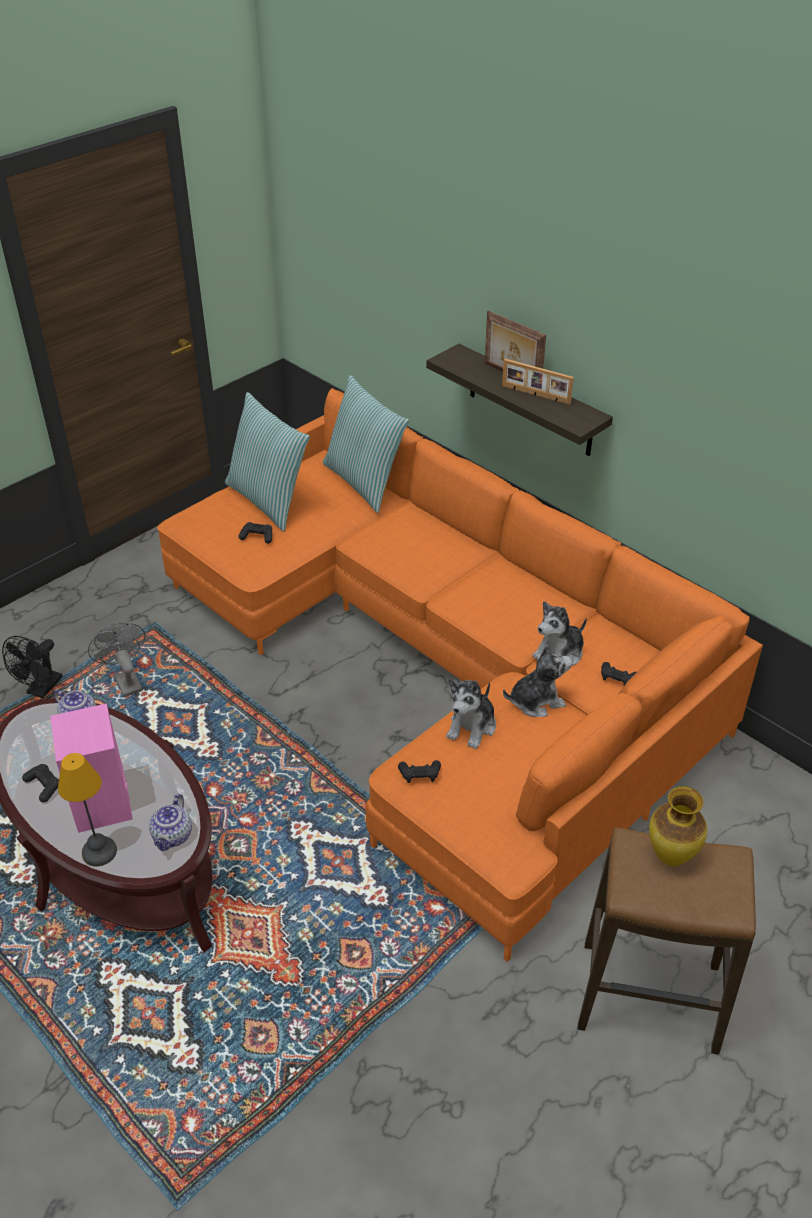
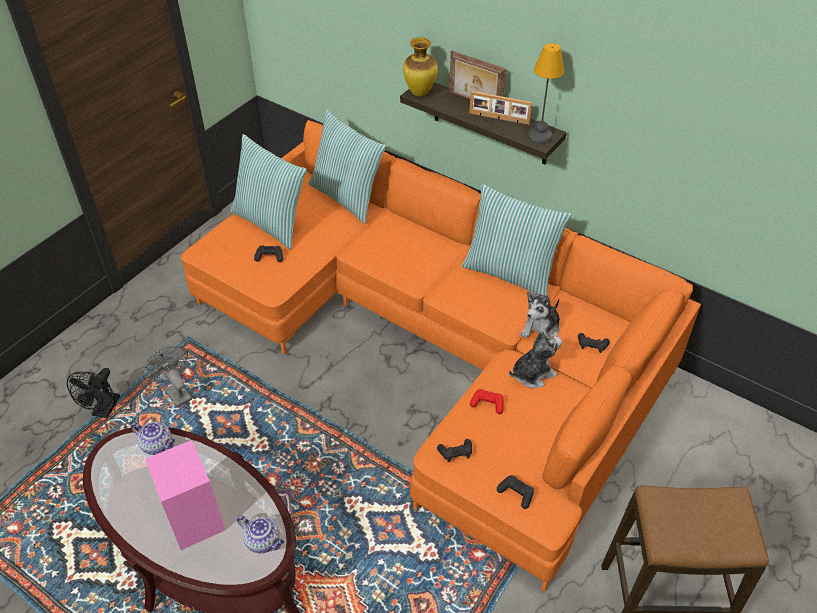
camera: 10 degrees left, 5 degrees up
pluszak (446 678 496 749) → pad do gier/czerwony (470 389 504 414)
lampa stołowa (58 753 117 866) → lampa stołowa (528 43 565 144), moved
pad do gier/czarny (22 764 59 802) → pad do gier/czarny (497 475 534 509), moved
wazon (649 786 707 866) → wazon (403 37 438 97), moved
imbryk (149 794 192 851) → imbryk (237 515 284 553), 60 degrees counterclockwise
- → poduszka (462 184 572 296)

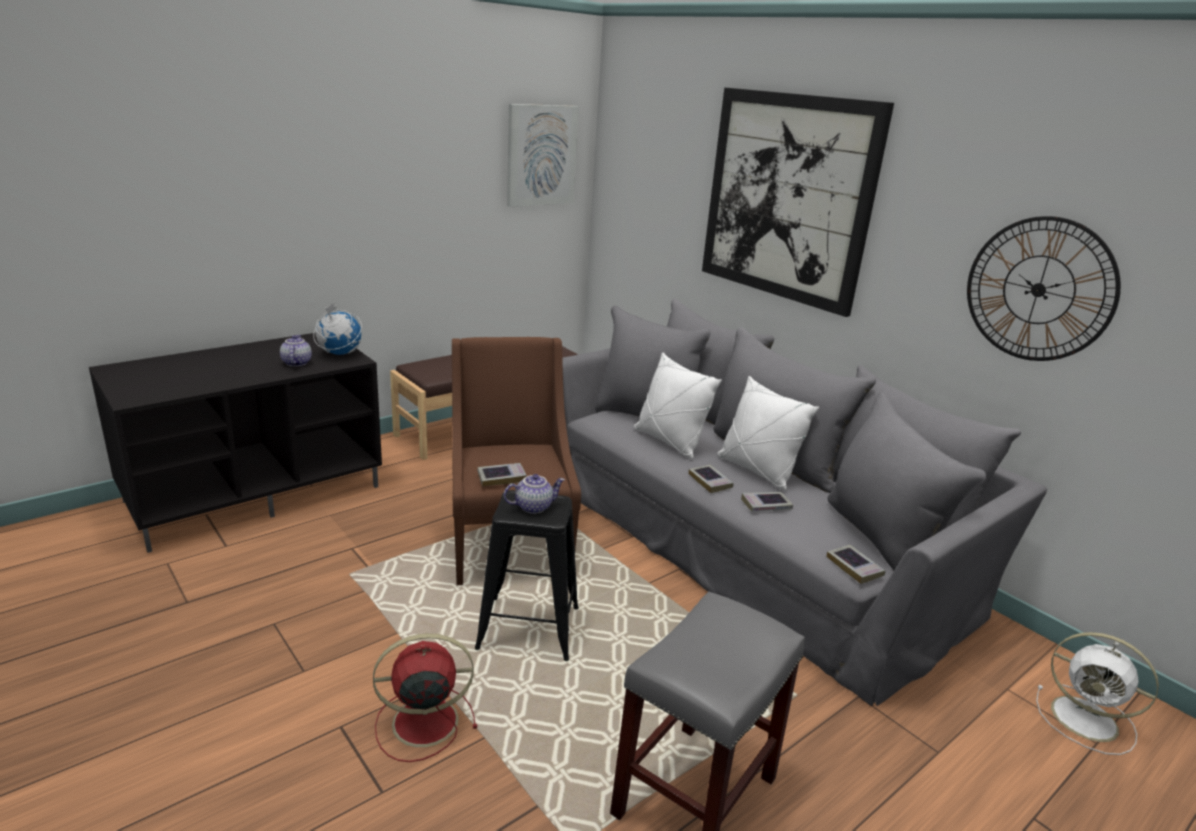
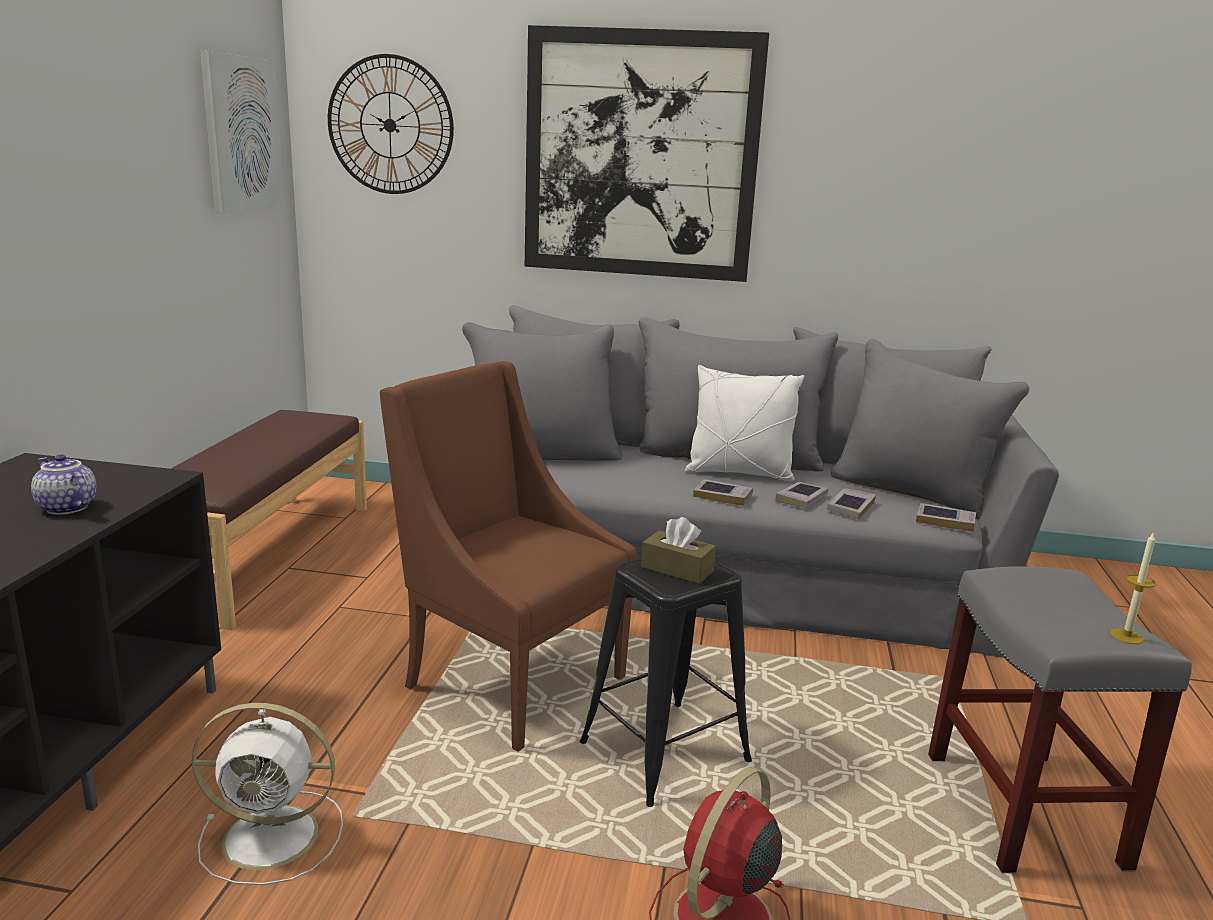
camera: 40 degrees left, 5 degrees down
zegar ścienny (967 216 1121 361) → zegar ścienny (328 54 454 194), moved
globus (313 302 362 355) → -
poduszka/biały (634 353 722 459) → -
książka (478 463 527 486) → książka (827 488 876 520), moved
imbryk (504 474 565 514) → pudełko chusteczek/brązowy (641 517 716 584)
wentylator/biały (1036 632 1159 755) → wentylator/biały (192 703 343 885), moved
- → świeca (1110 532 1156 644)

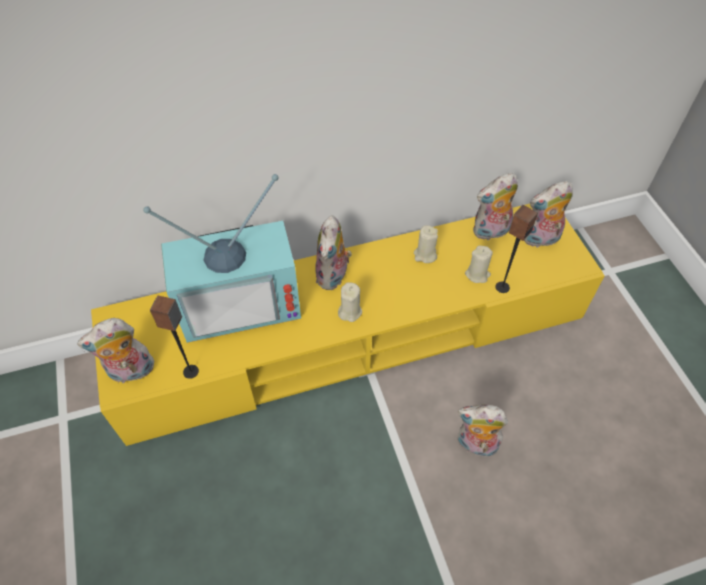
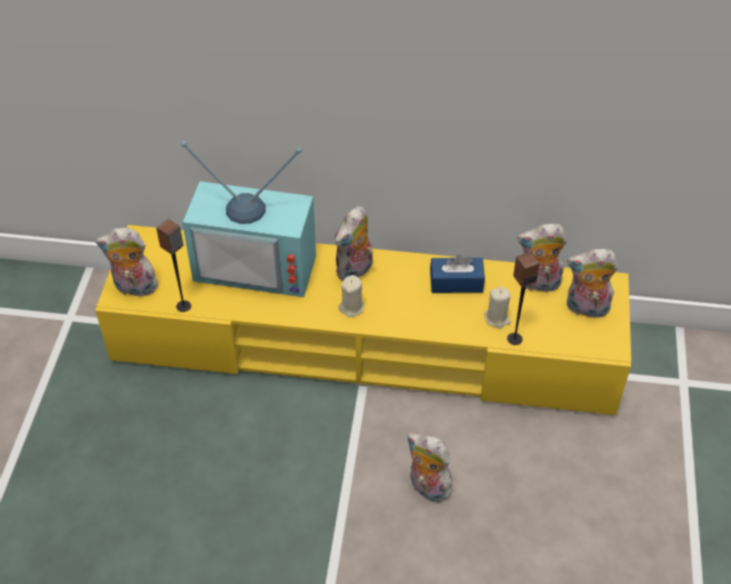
camera: 25 degrees right, 5 degrees down
świeca/beżowy (414 225 438 263) → pudełko chusteczek/niebieski (430 254 485 293)

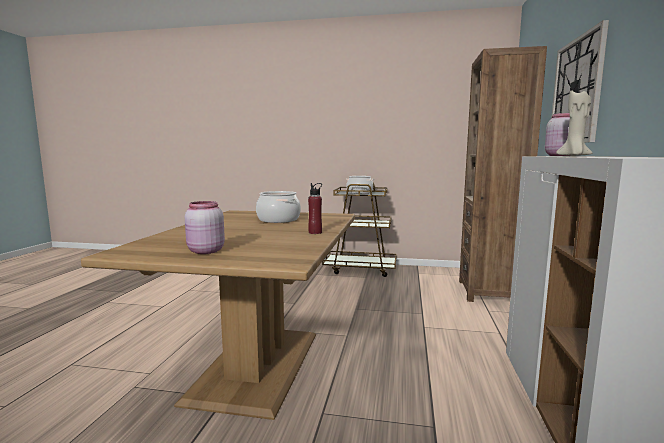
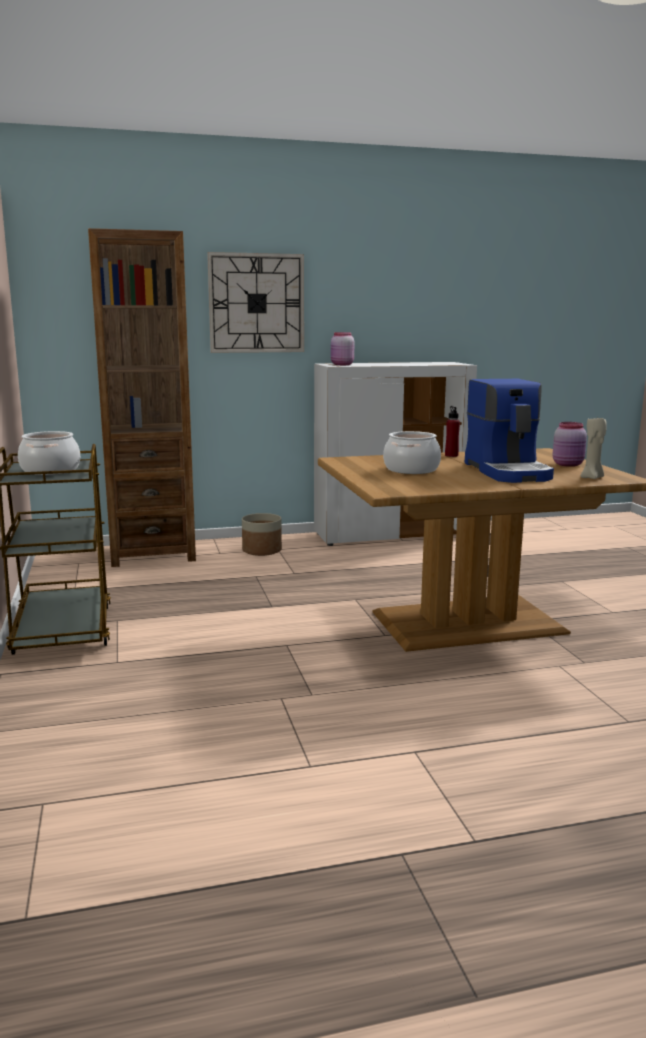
camera: 115 degrees left, 5 degrees up
świeca/beżowy (556 90 592 156) → świeca/beżowy (581 415 607 479), moved
- → ekspres do kawy (465 379 554 483)
- → donica (242 513 282 556)

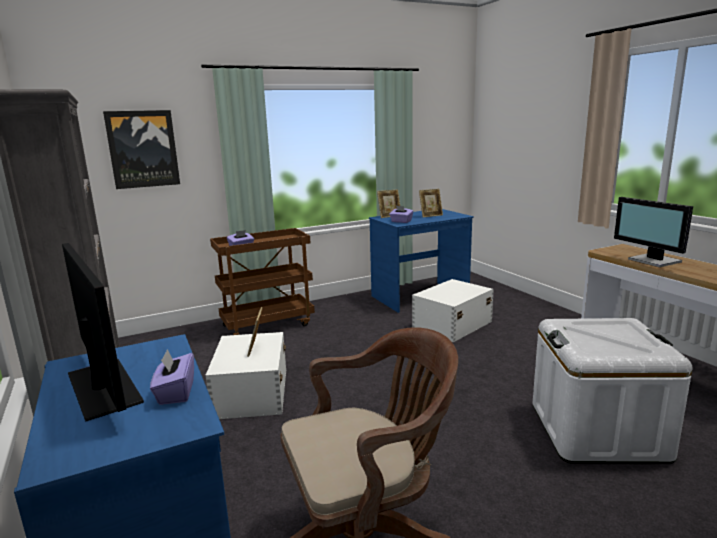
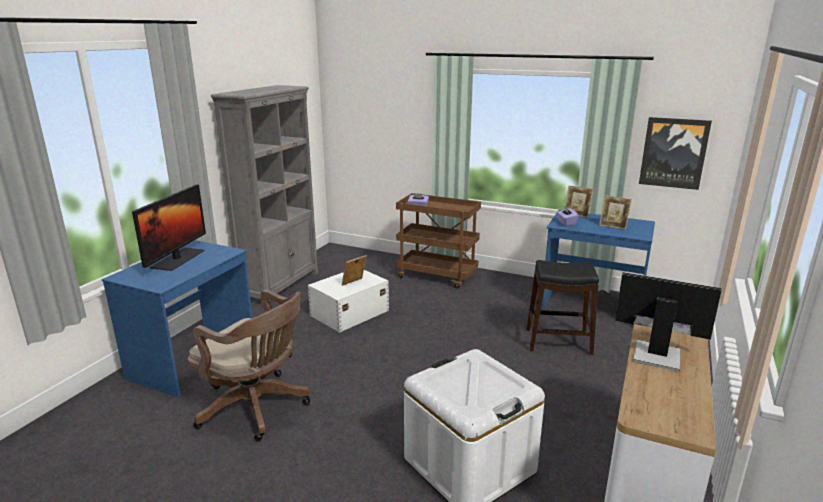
camera: 50 degrees right, 5 degrees up
obraz (103 110 180 189) → obraz (639 117 712 190), moved
monitor (614 197 693 267) → monitor (615 272 722 372), 90 degrees clockwise
pojemnik do przechowywania/biały (412 279 494 342) → stołek/czarny (526 260 599 355)
pudełko chusteczek/fioletowy (150 349 194 405) → -

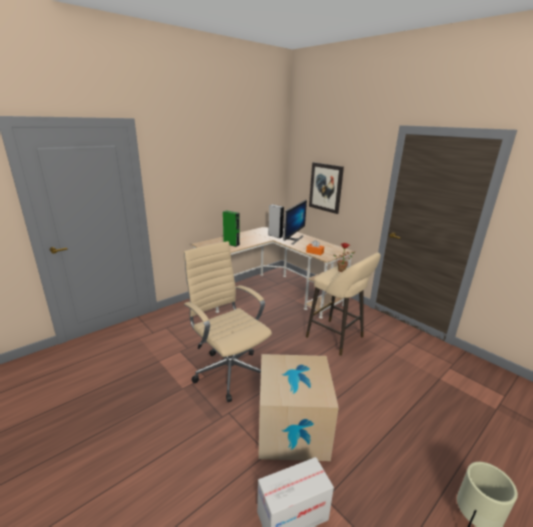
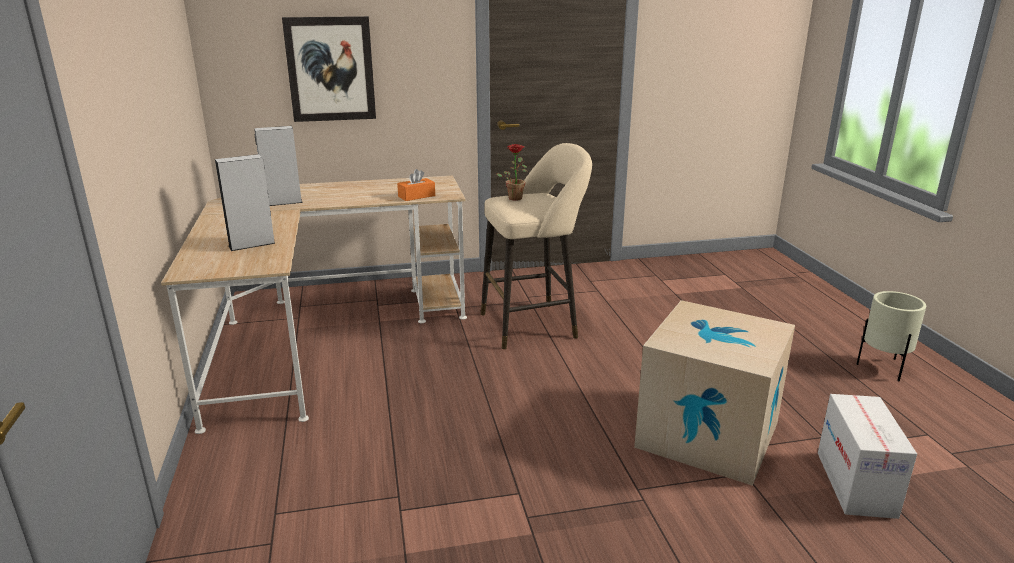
camera: 60 degrees left, 0 degrees up
monitor (283 200 307 245) → -
głośnik/zielony (223 210 240 247) → głośnik/szary (215 154 276 251)
krzesło biurowe/beżowy (183 241 272 402) → -

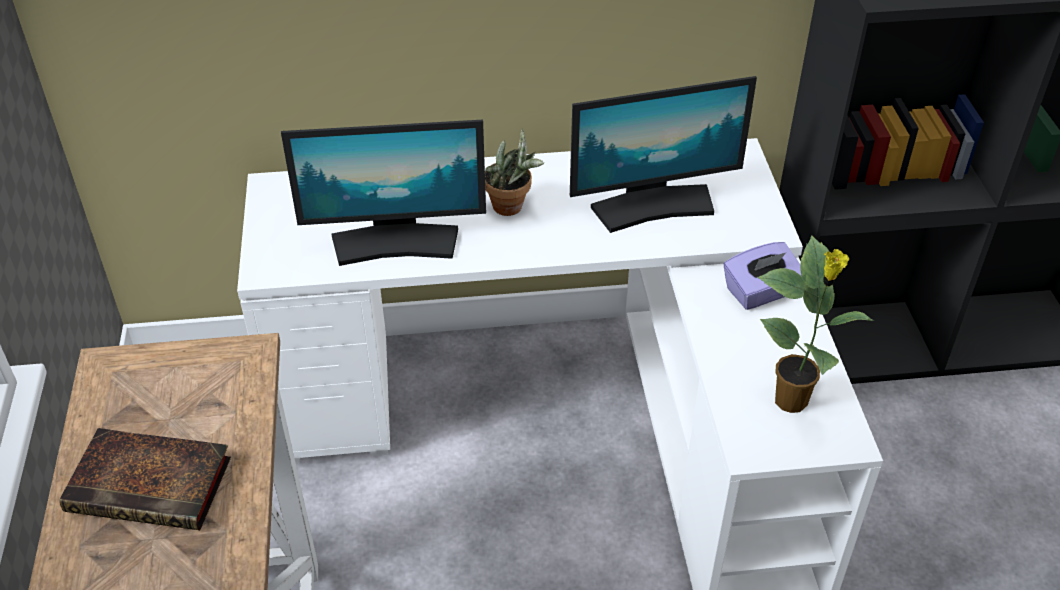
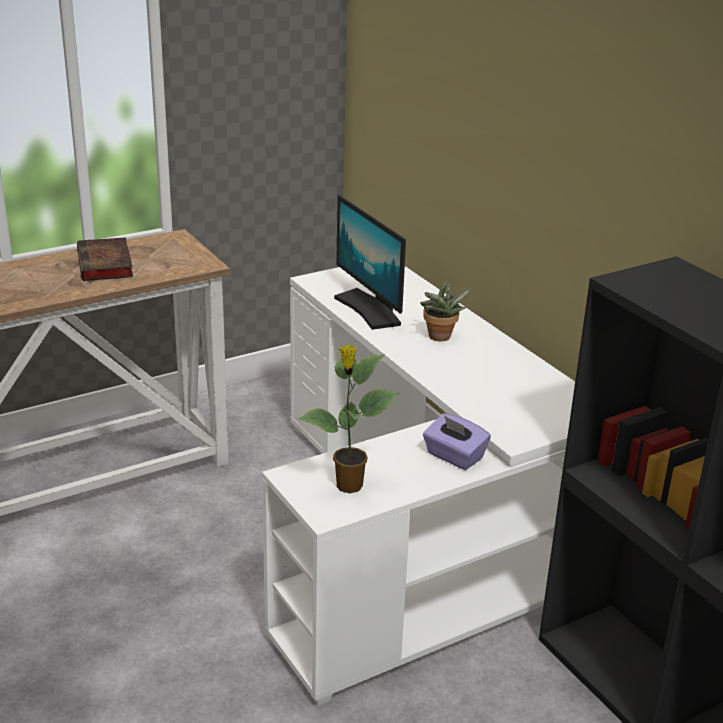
camera: 65 degrees right, 15 degrees down
monitor (570 76 757 233) → -

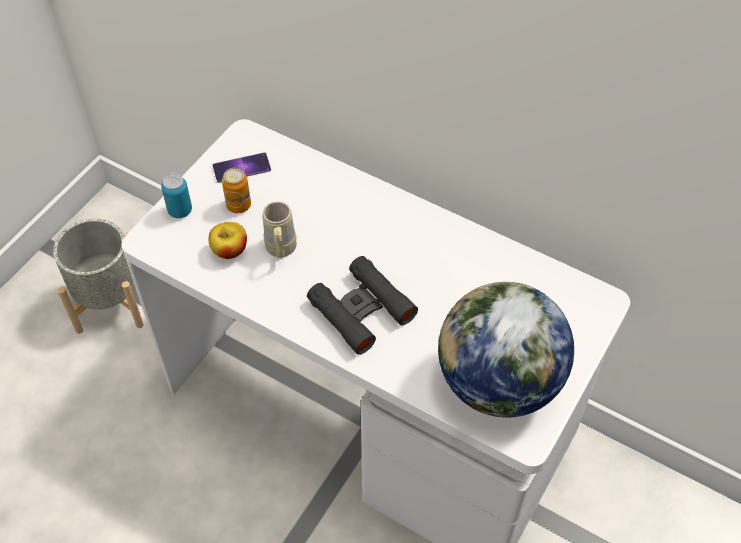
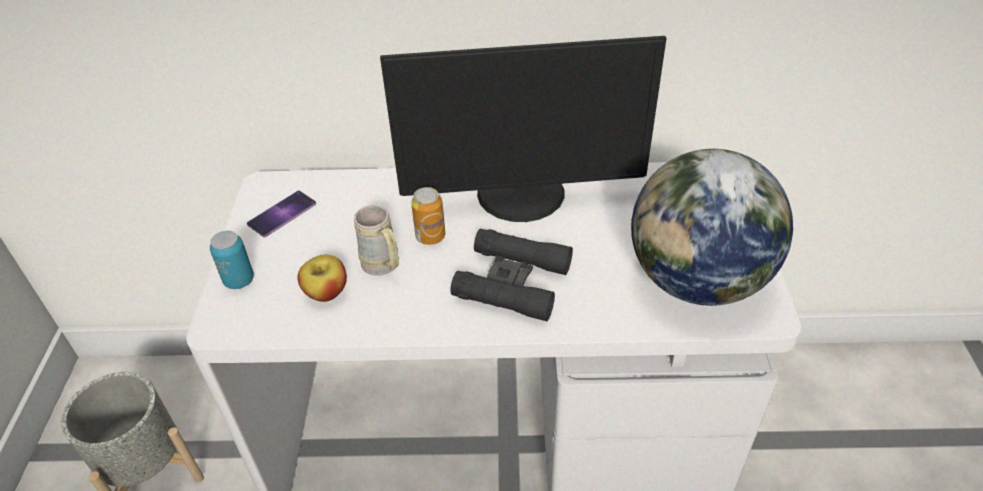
camera: 30 degrees left, 10 degrees down
puszka (222 168 251 213) → puszka (411 187 445 245), moved
- → monitor (380 36 667 222)

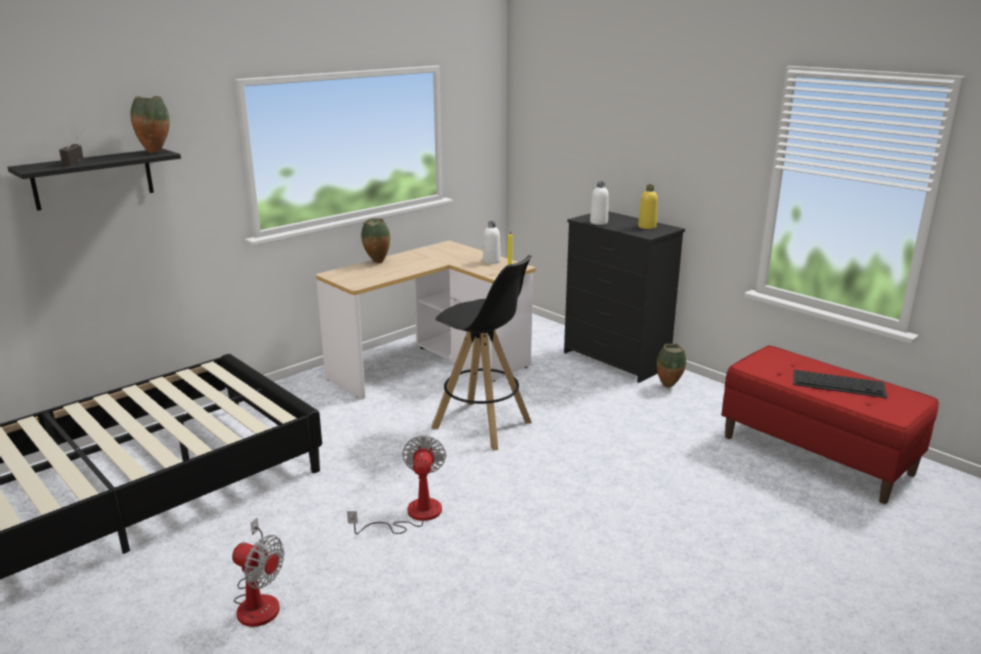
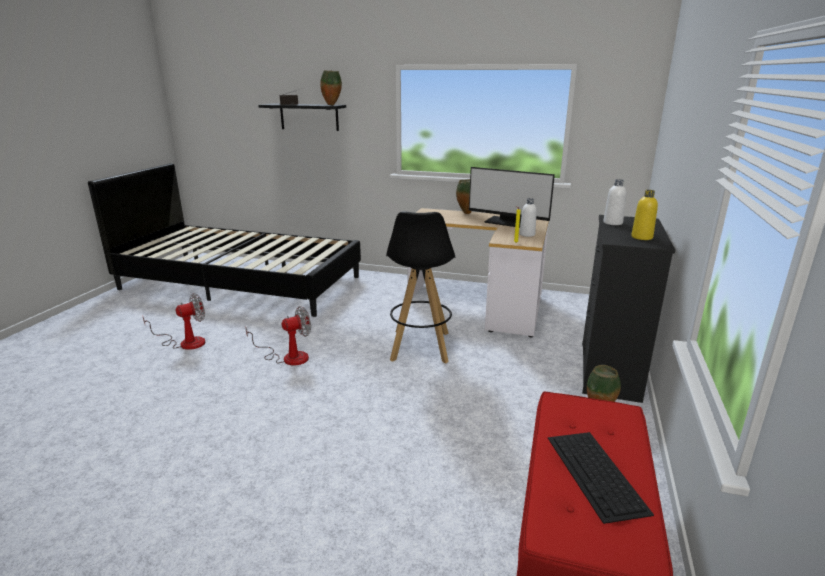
camera: 60 degrees right, 0 degrees up
wentylator (232 518 285 627) → wentylator (143 293 205 350), 120 degrees counterclockwise
- → monitor (469 167 555 228)

